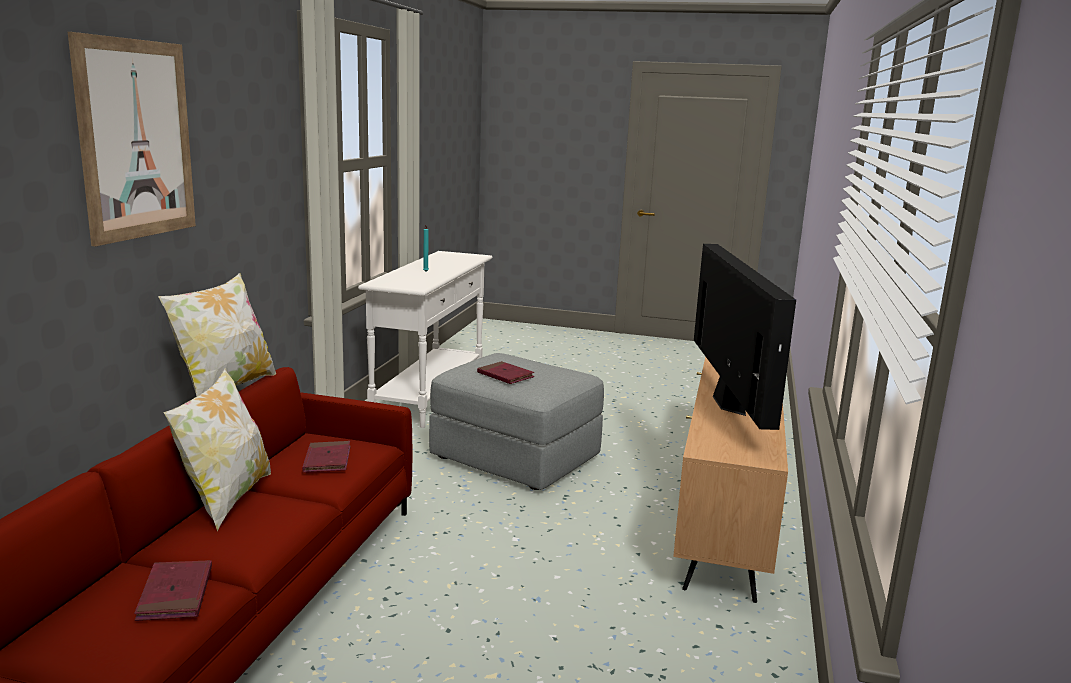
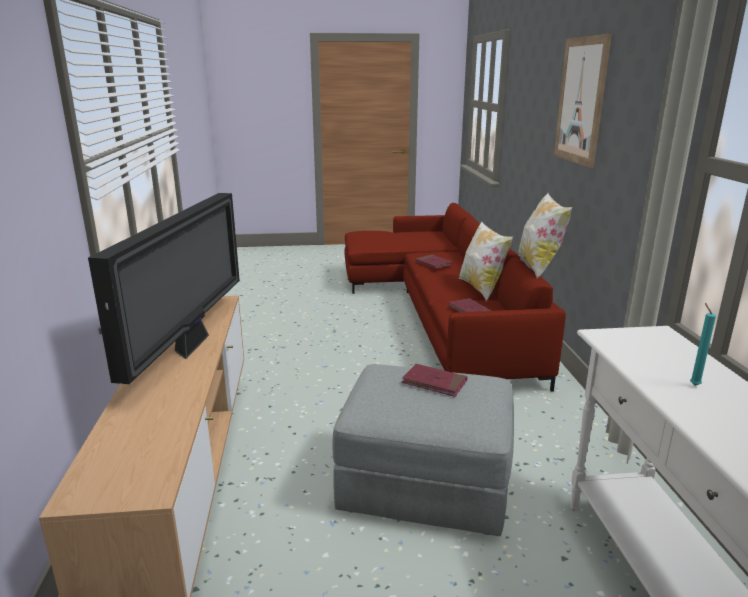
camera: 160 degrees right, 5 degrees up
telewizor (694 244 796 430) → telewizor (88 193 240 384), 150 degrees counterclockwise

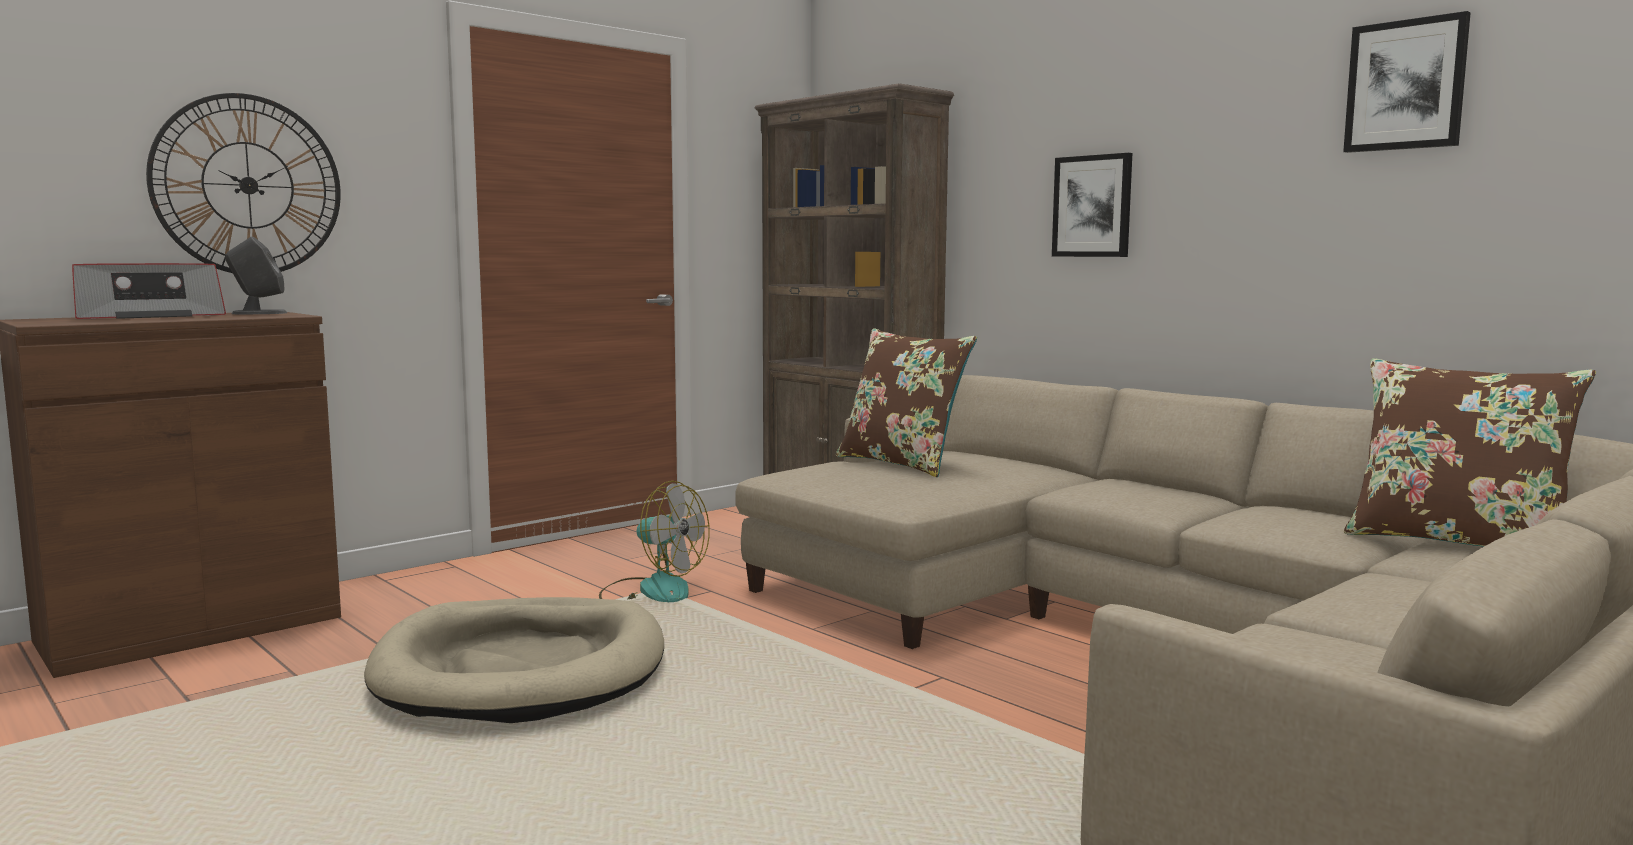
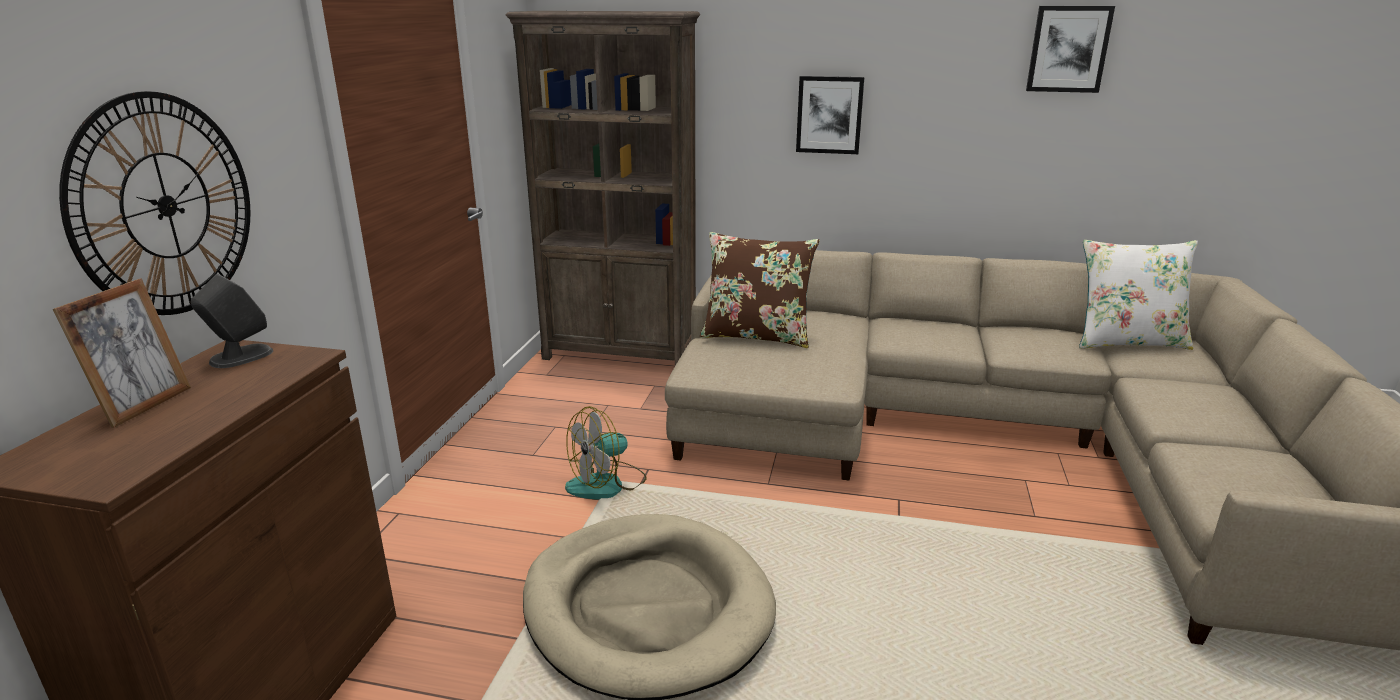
camera: 35 degrees left, 15 degrees up
radio (72 263 226 319) → ramka na zdjęcie (52 278 191 428)
poduszka/brązowy (1344 358 1596 547) → poduszka/biały (1079 240 1198 350)
wentylator (599 481 710 602) → wentylator (565 406 647 500), 150 degrees clockwise

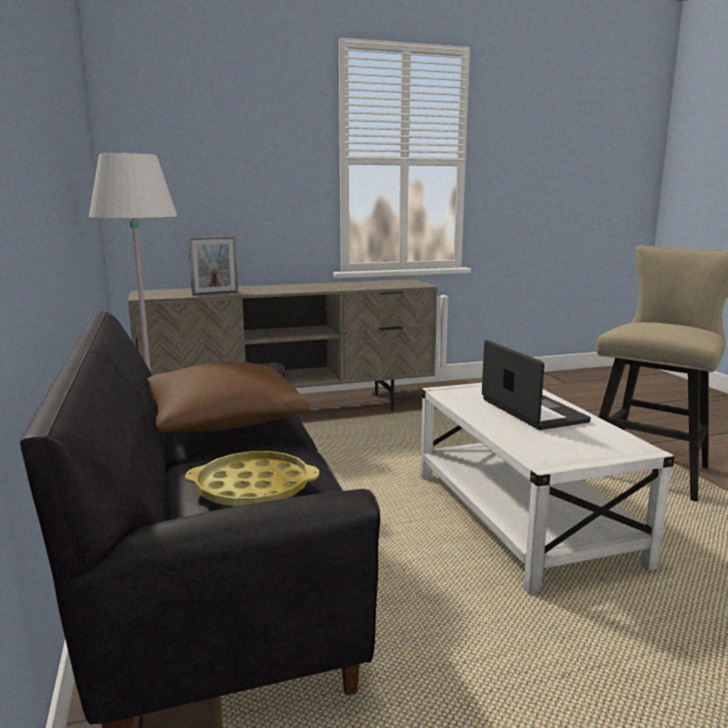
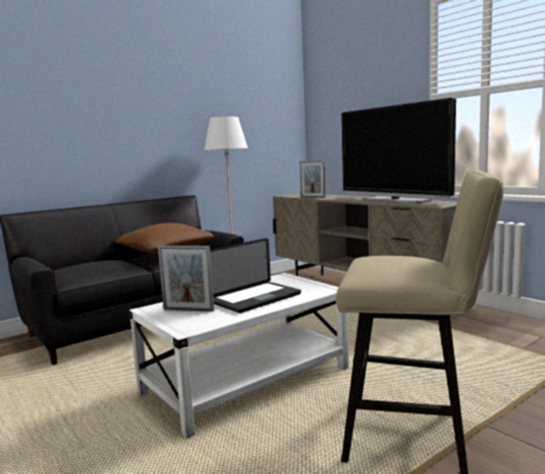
camera: 70 degrees right, 5 degrees down
taca/żółty (185 451 319 506) → -
- → telewizor (341 98 456 204)
- → ramka na zdjęcie (158 246 214 312)

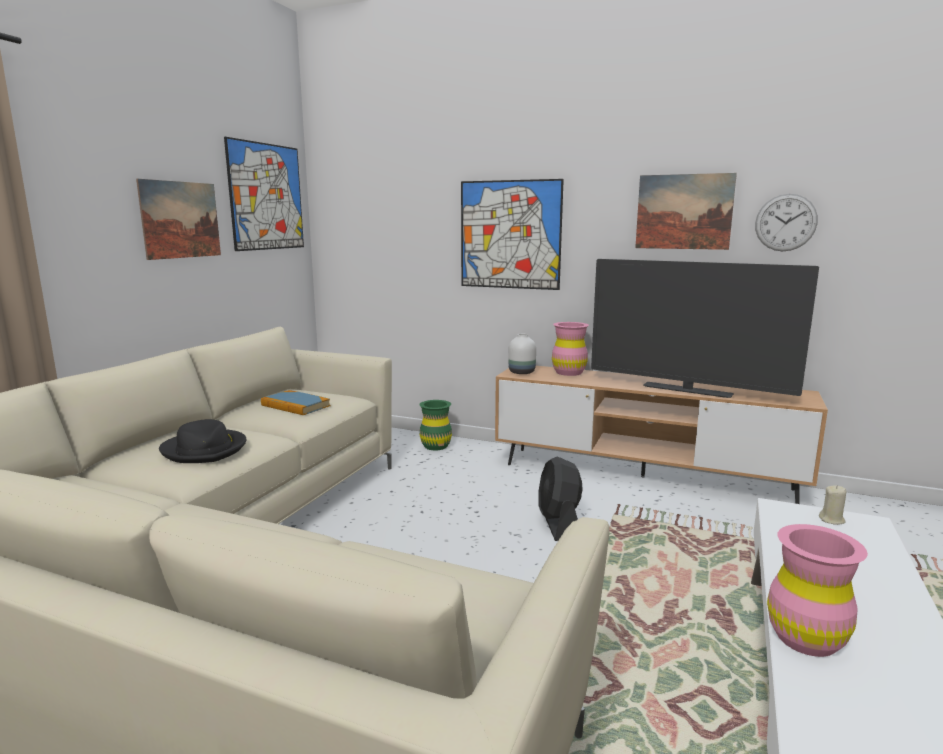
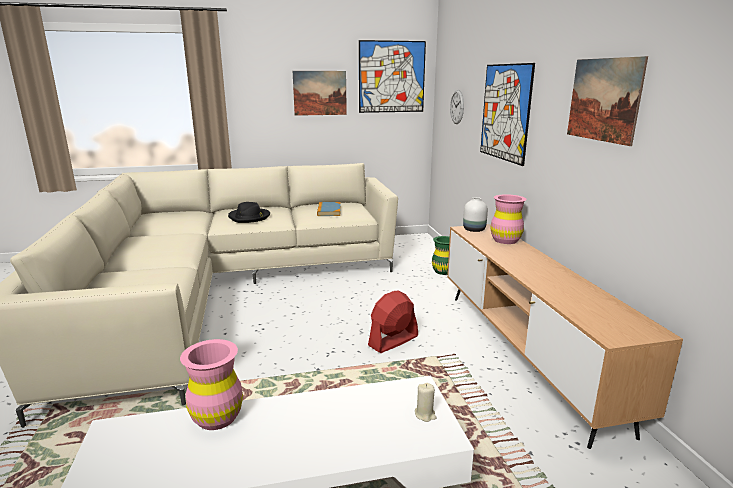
camera: 55 degrees right, 5 degrees up
zegar ścienny (755 194 818 251) → zegar ścienny (450 90 464 124), moved
telewizor (591 259 819 398) → -
wentylator/czarny (538 456 583 541) → wentylator/czerwony (368 291 418 353)

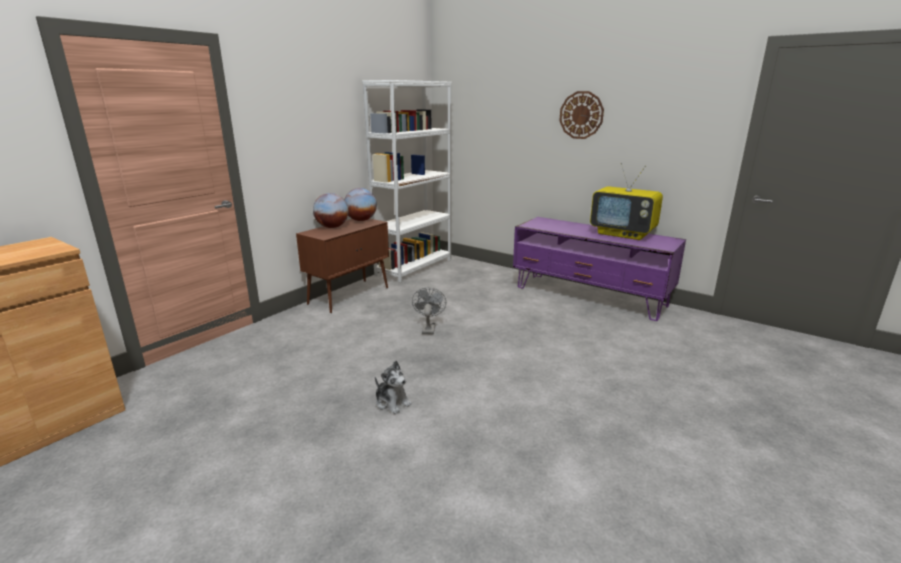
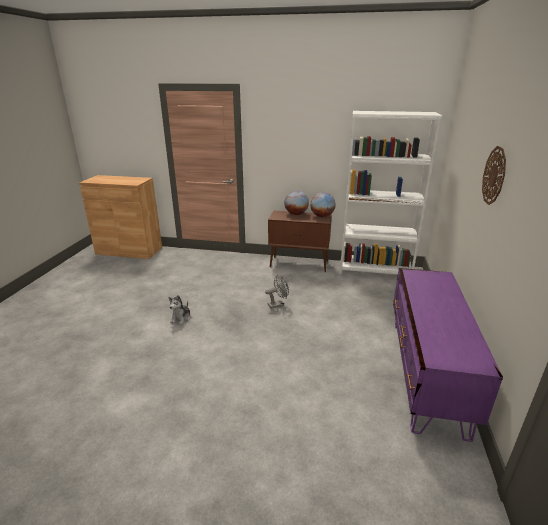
camera: 65 degrees right, 5 degrees up
telewizor (590 163 663 240) → -

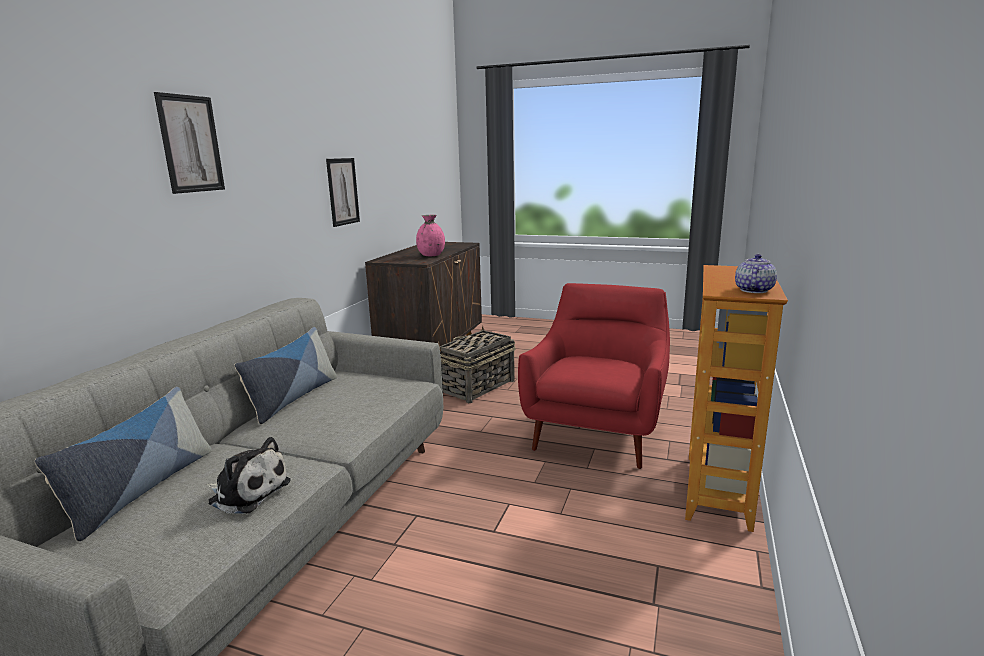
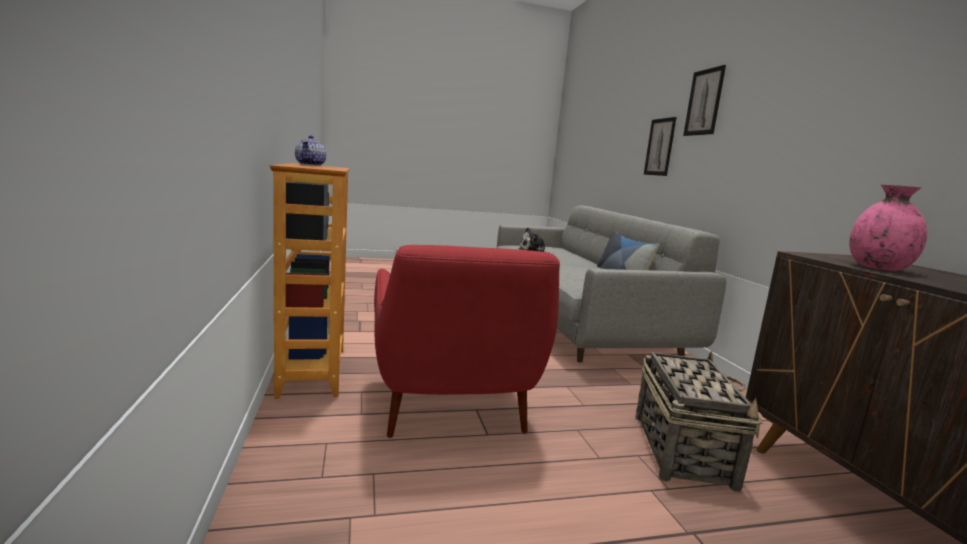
camera: 145 degrees right, 5 degrees down
obraz (326 158 360 227) → obraz (644 117 676 176), moved
poduszka (34 387 212 541) → -

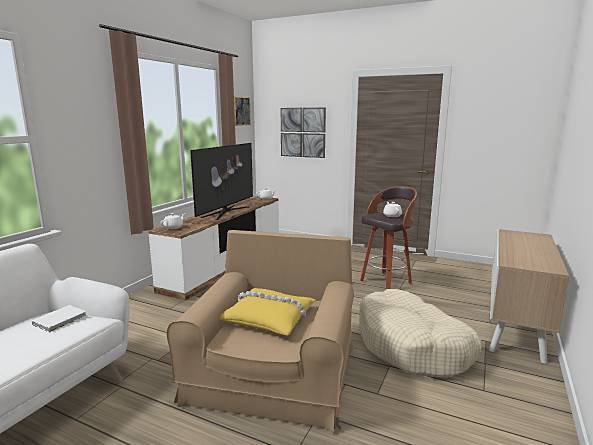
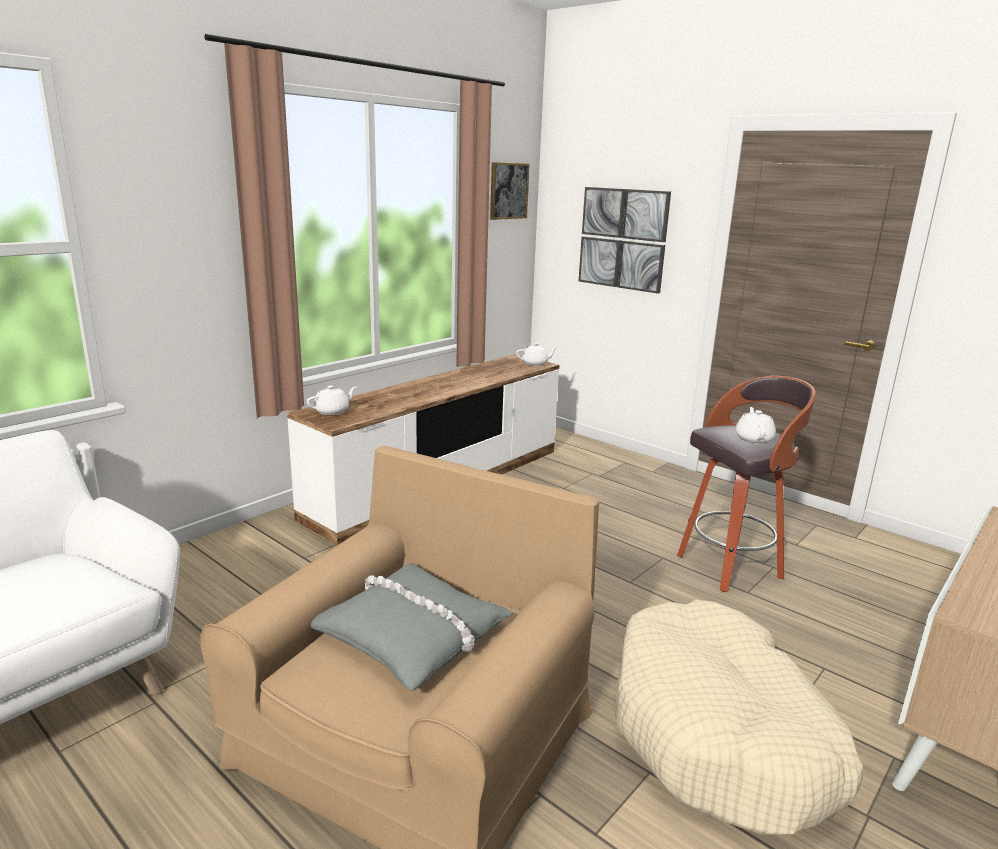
camera: 15 degrees right, 5 degrees up
telewizor (190 143 253 220) → -
poduszka/żółty (220 288 316 336) → poduszka/szary (311 563 513 691)
książka/biały (32 305 87 333) → -

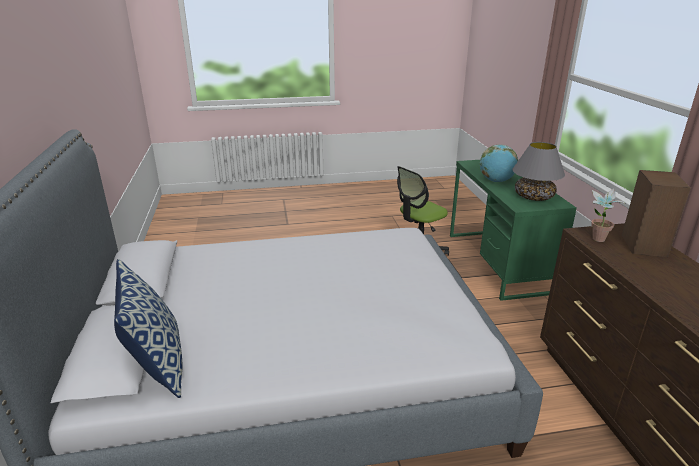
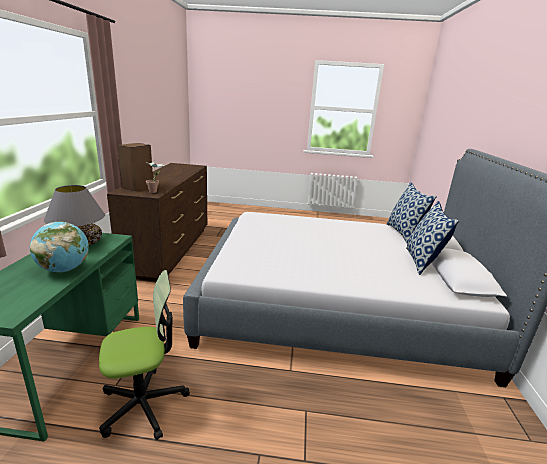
camera: 165 degrees left, 5 degrees down
- → poduszka (406 201 459 275)

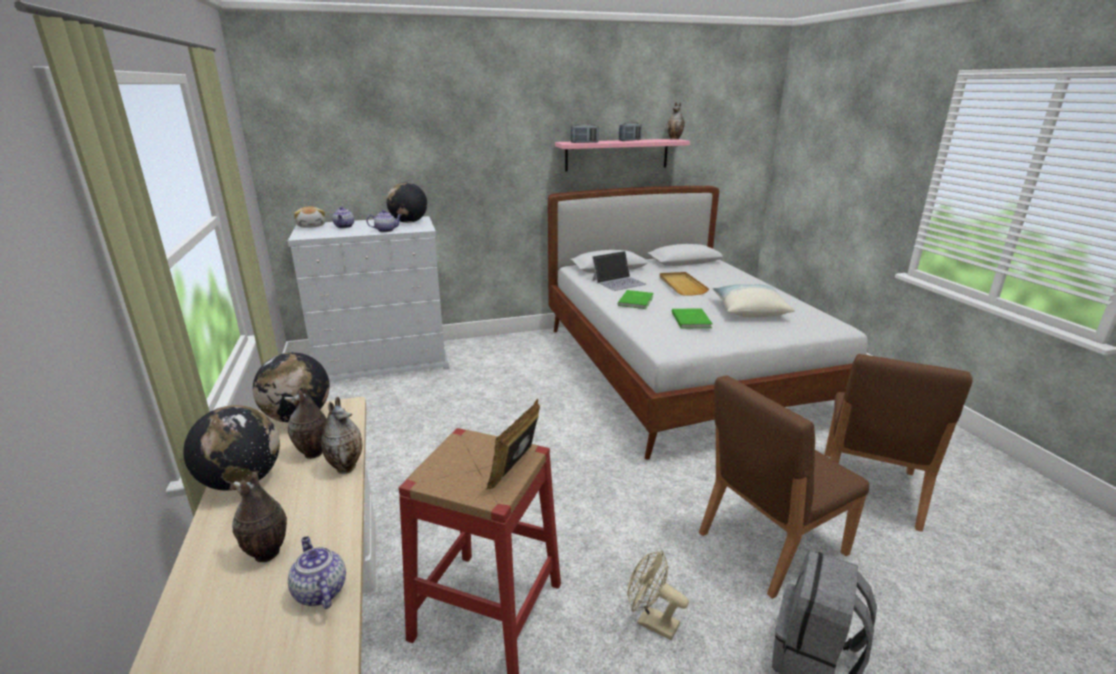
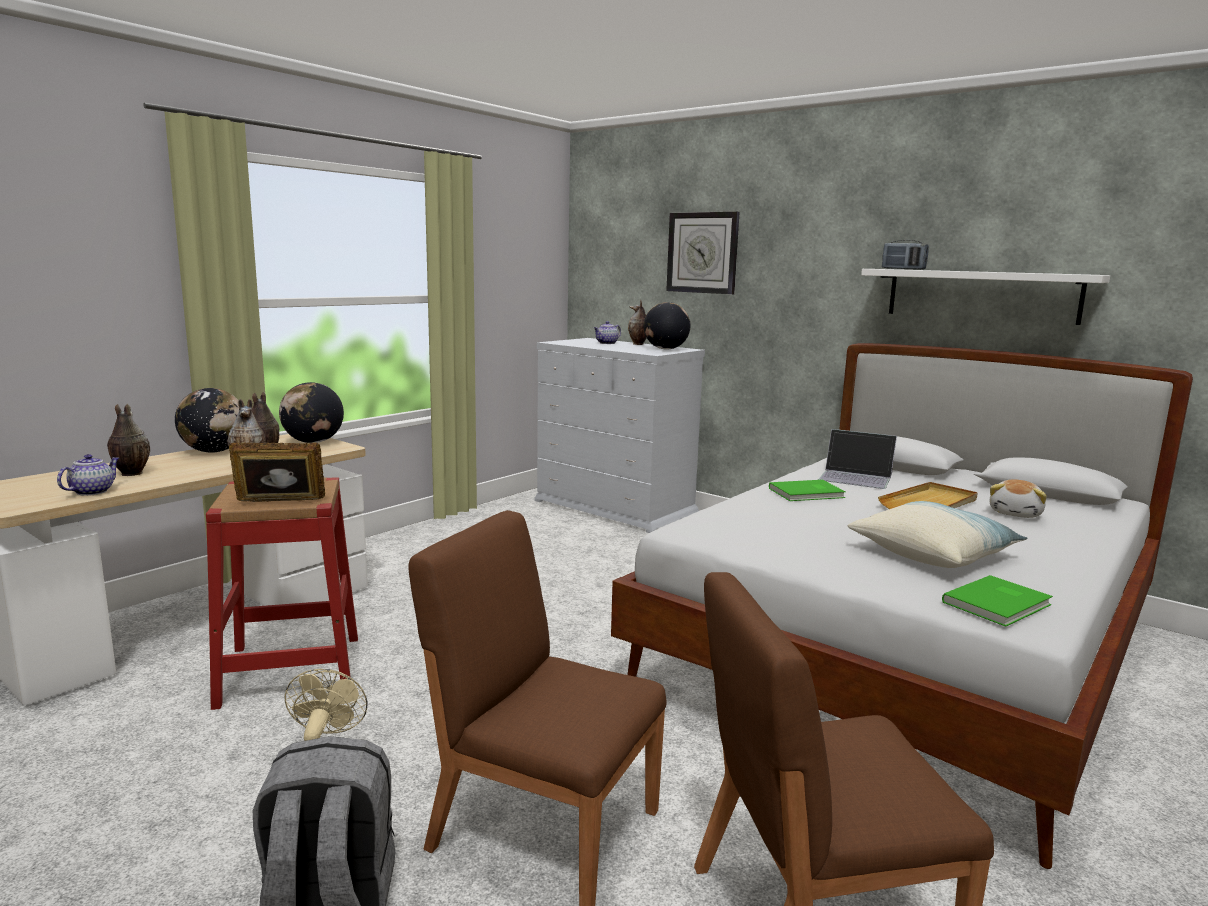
camera: 55 degrees right, 10 degrees down
wazon (667 102 685 140) → wazon (628 300 646 345), moved
radio (619 122 642 141) → -
półka/różowy (555 139 690 172) → półka/biały (861 269 1110 325)
pluszak (294 206 325 228) → pluszak (989 479 1047 518), moved
imbryk (366 210 402 232) → -
książka/zielony (672 308 712 328) → książka/zielony (942 575 1053 627), moved
- → zegar ścienny (666 212 740 294)

